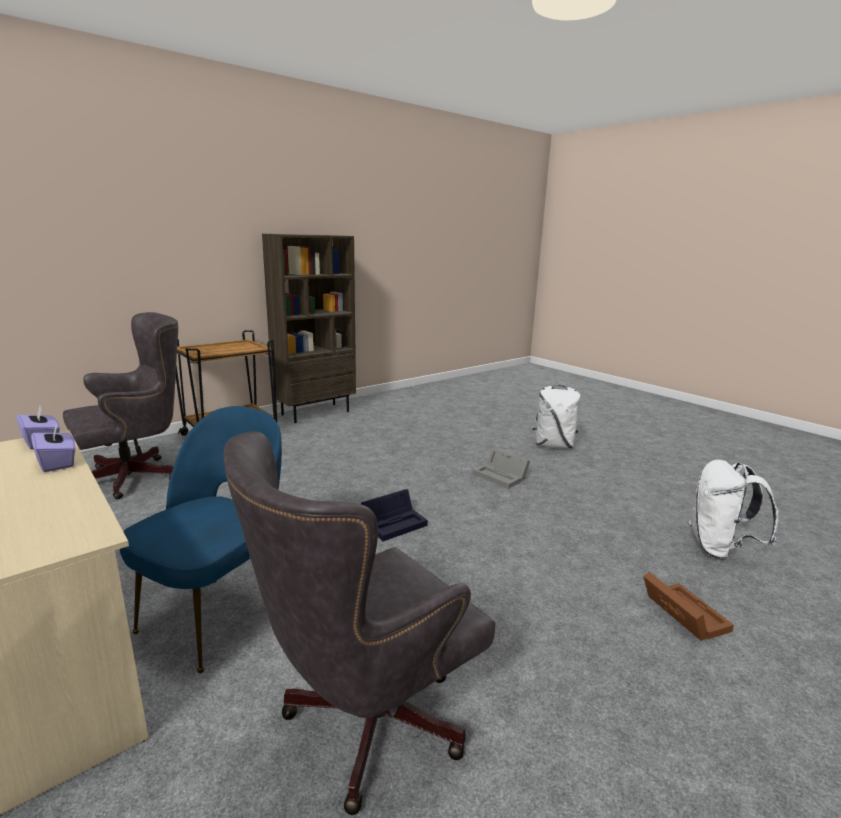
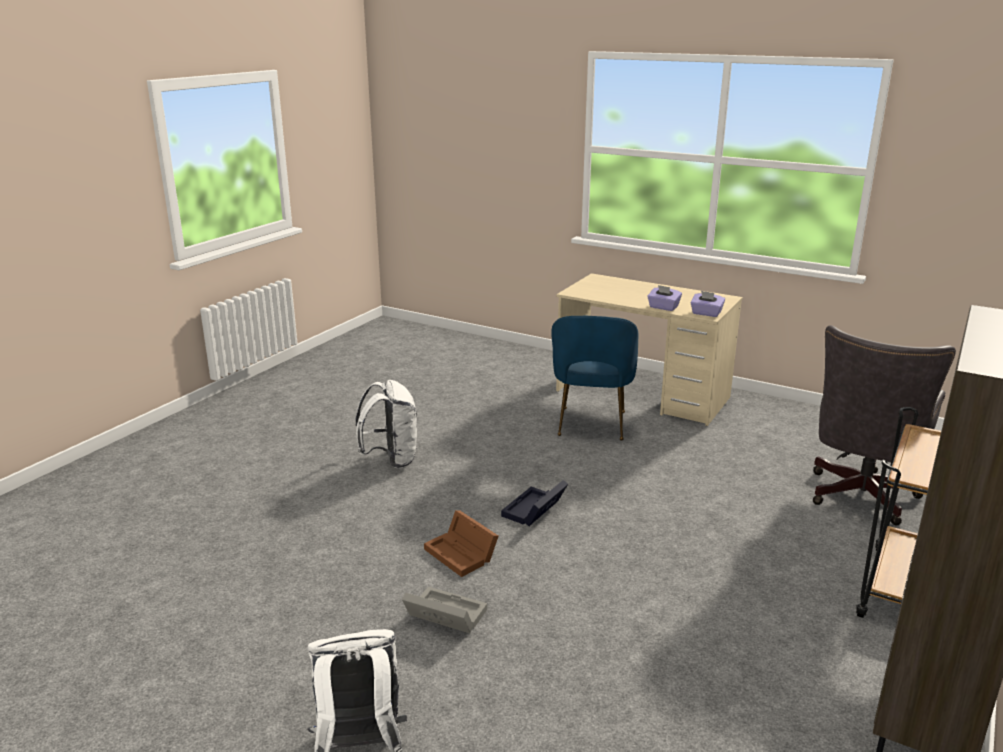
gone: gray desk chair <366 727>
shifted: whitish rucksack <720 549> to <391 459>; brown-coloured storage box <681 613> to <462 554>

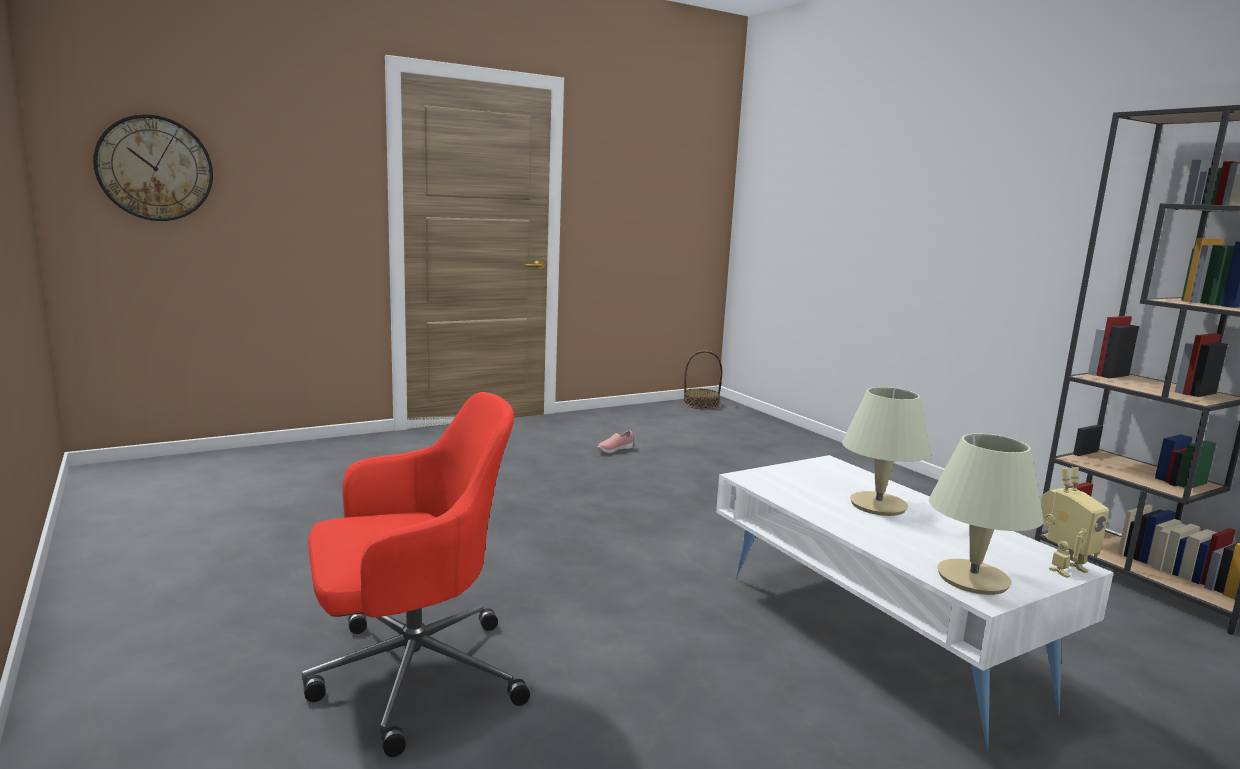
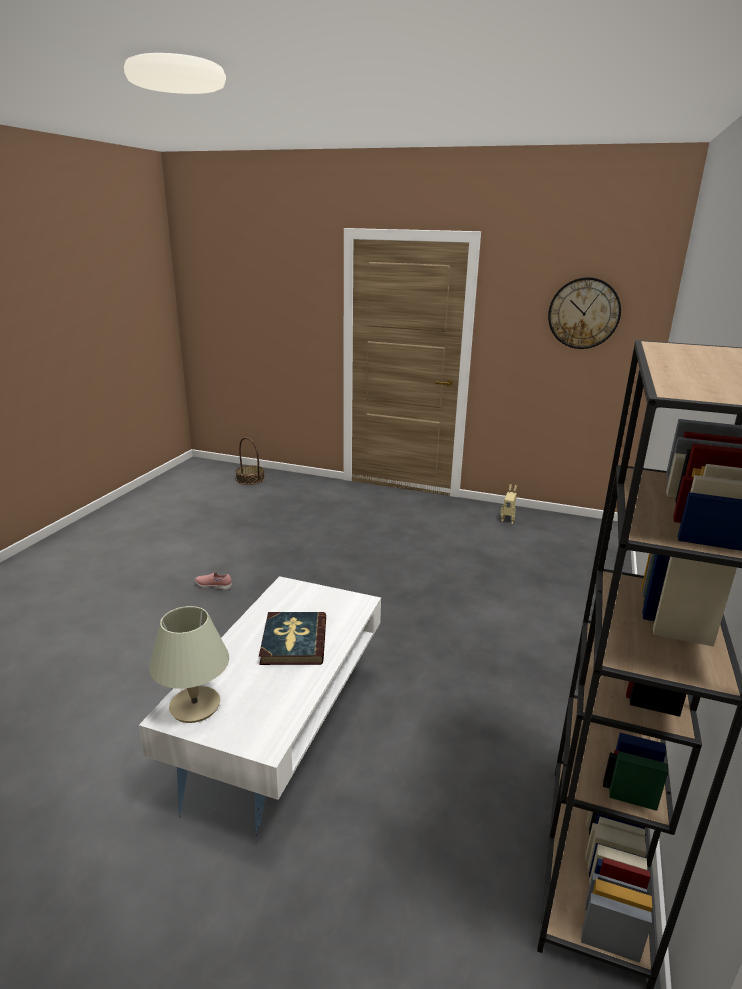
gone: reddish desk chair <411 676>
shifted: clock on the wall <155 168> to <584 313>; household basket <701 404> to <250 479>; pink-coloured item of footwear <614 450> to <214 586>; model robot <1062 567> to <508 520>
swapped: beige tabletop lamp <878 505> to book <293 641>

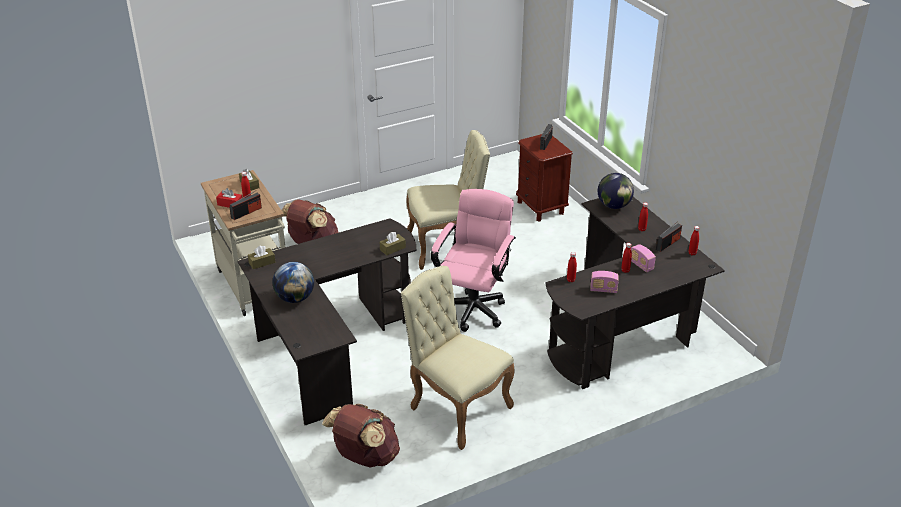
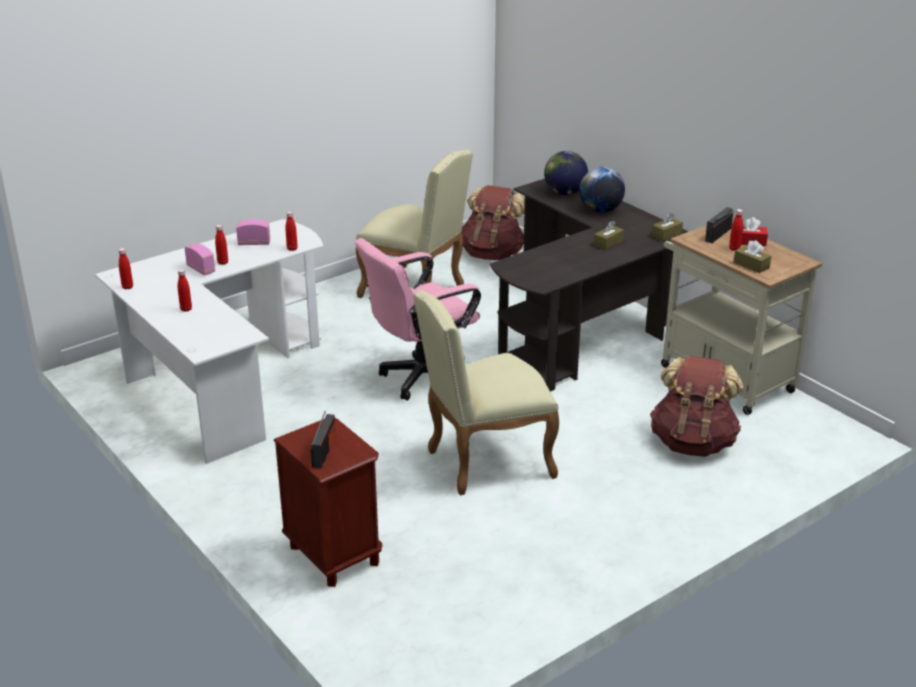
gone: radio receiver <668 244>
shifted: globe <614 206> to <565 193>; brown-coloured box of tissues <392 248> to <608 243>
repainted: black desk <624 326> to whitish desk <220 380>
rotated: pink-coloured desk chair <474 309> = <418 381> 45 degrees clockwise

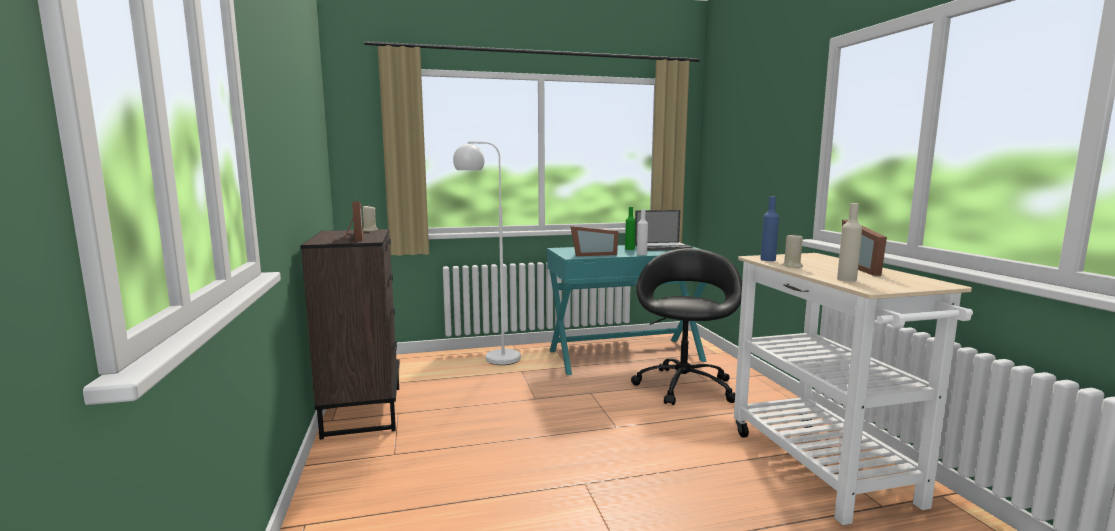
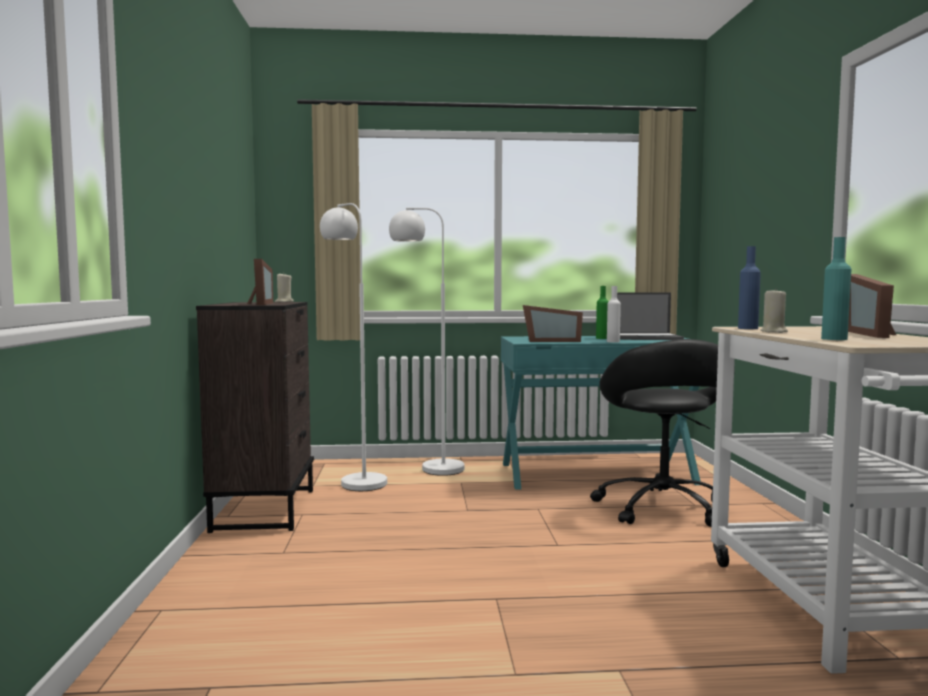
new: whitish standard lamp <355 481>
repainted: beige beverage bottle <846 279> to turquoise beverage bottle <834 339>
rotated: black desk chair <684 386> = <662 509> 150 degrees clockwise

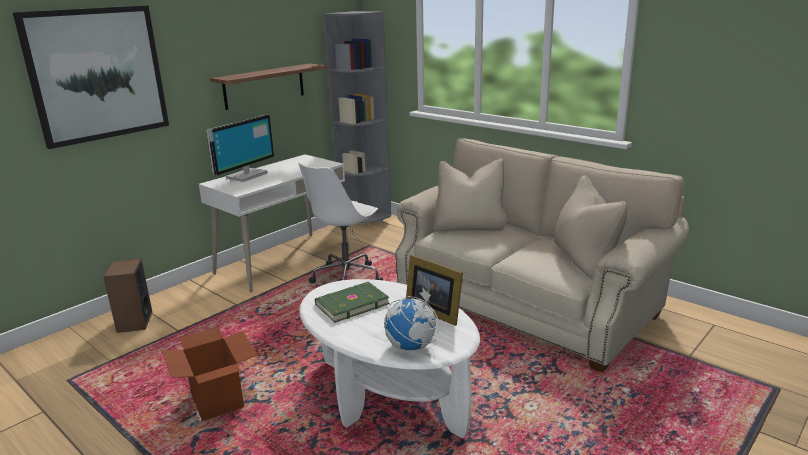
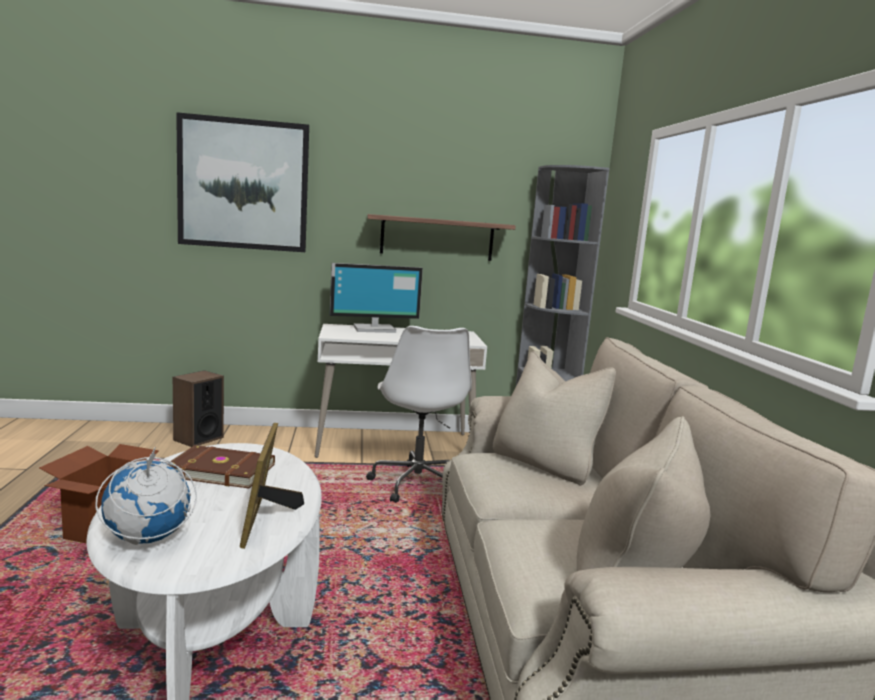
repainted: green-coloured book <351 304> to brown-coloured book <221 470>
rotated: whitish desk chair <345 278> = <417 486> 90 degrees counterclockwise

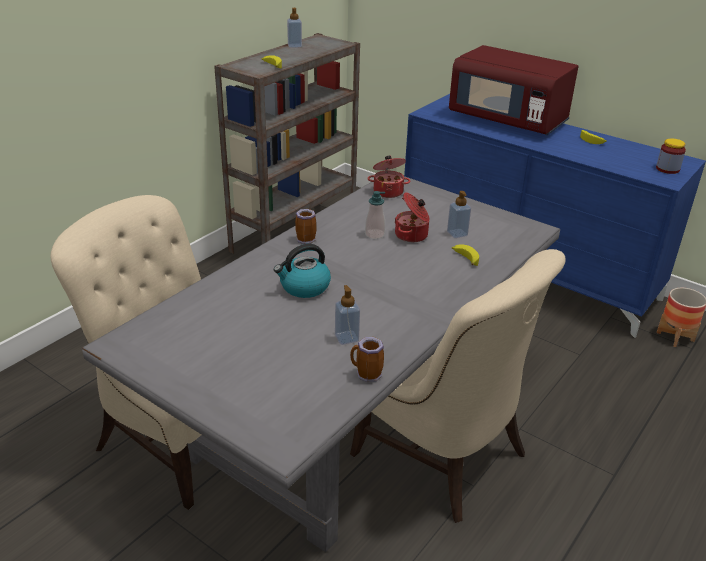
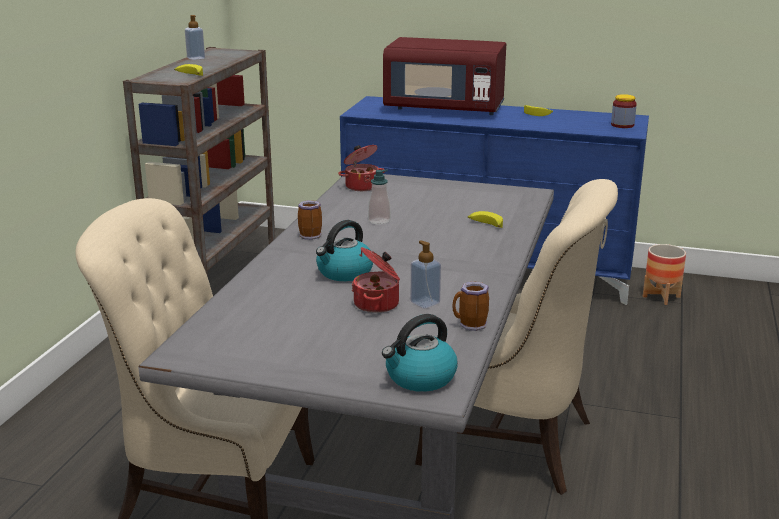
gone: soap bottle <457 234>
new: kettle <420 378>
shifted: stockpot <412 235> to <378 304>

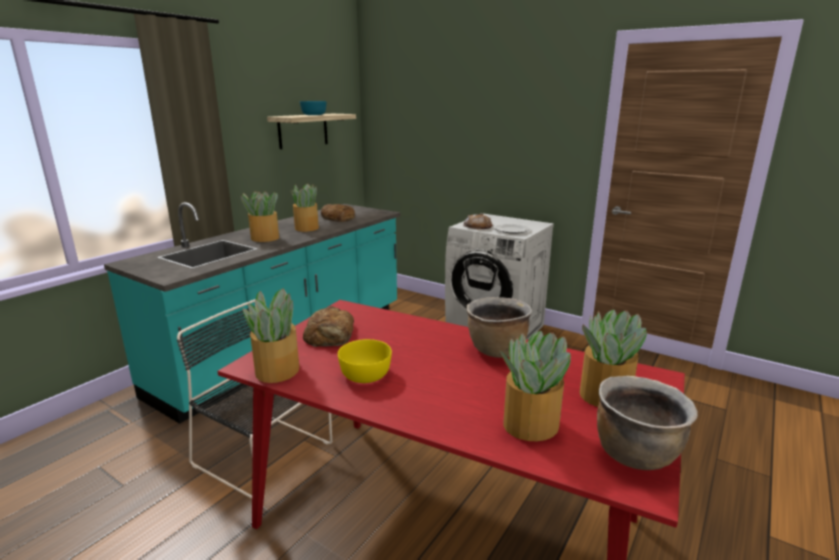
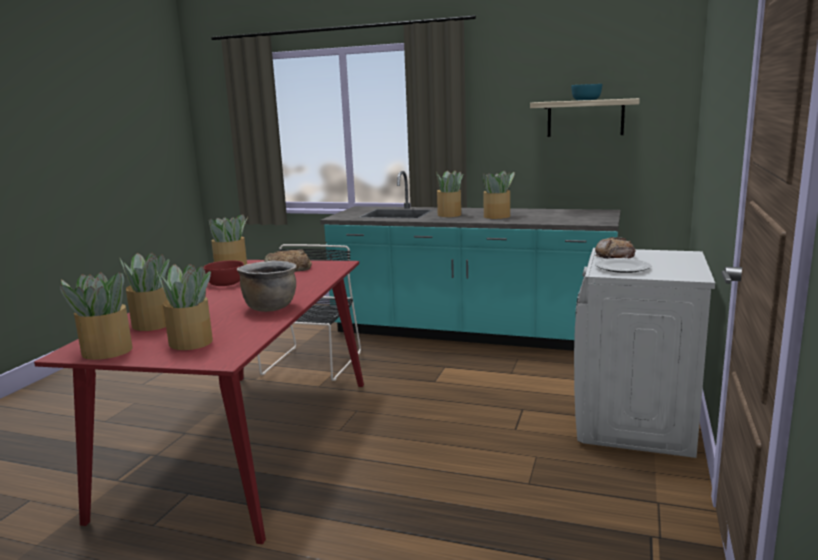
gone: bread <338 218>
swapped: brown-coloured stockpot <635 453> to potted plant <106 351>
repainted: yellow deep dish <365 374> to reddish deep dish <226 283>

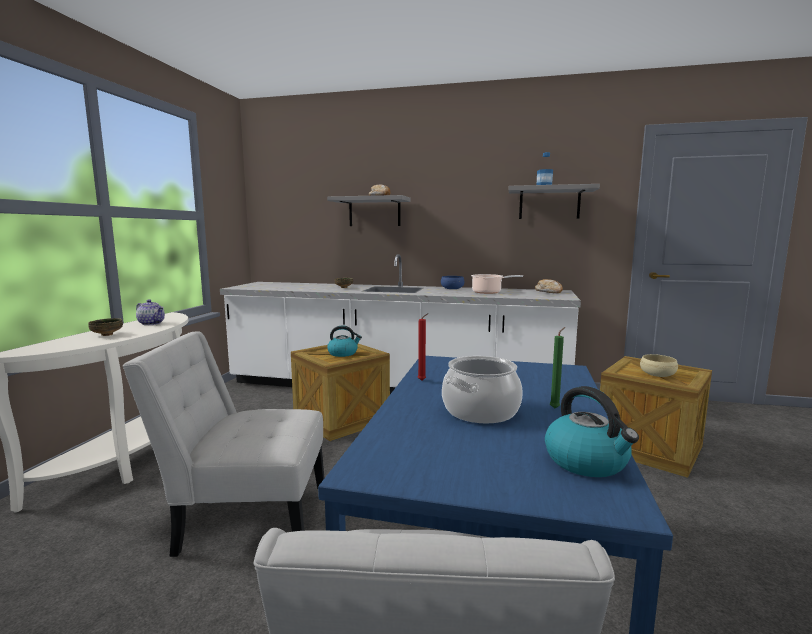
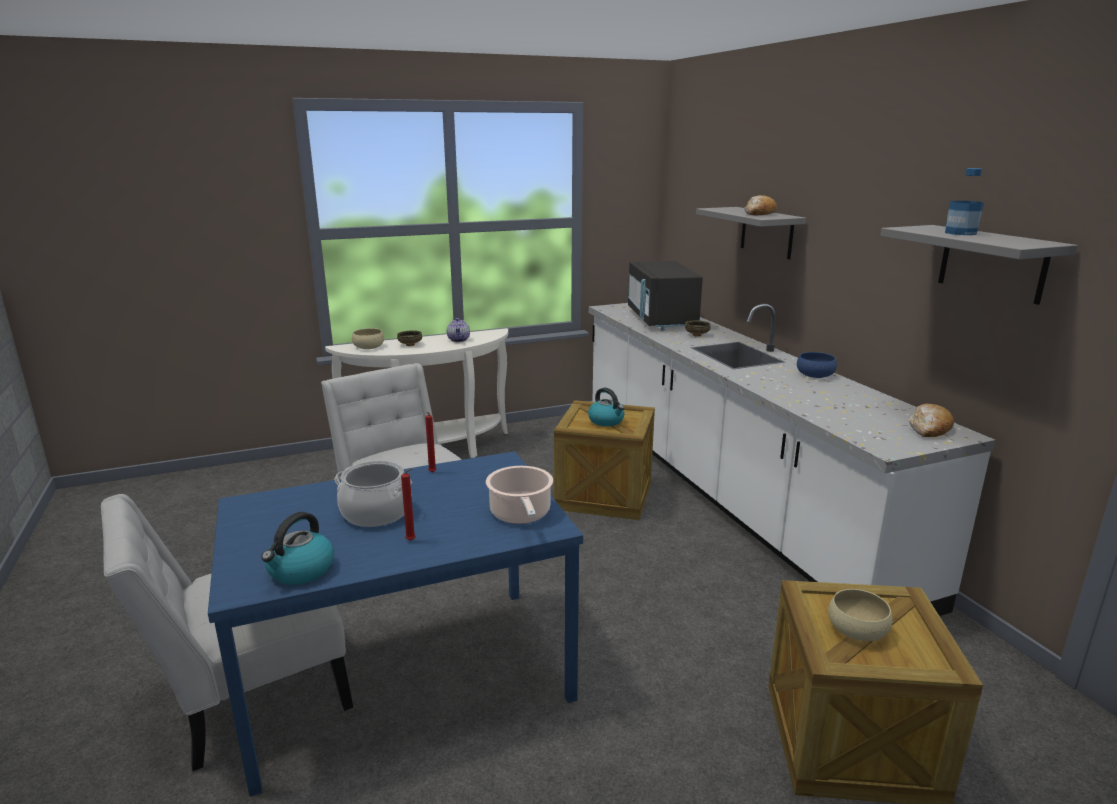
new: black microwave <661 319>; beige deep dish <368 347>
shifted: stockpot <488 292> to <521 514>
repainted: green-coloured wax candle <555 408> to reddish wax candle <412 541>

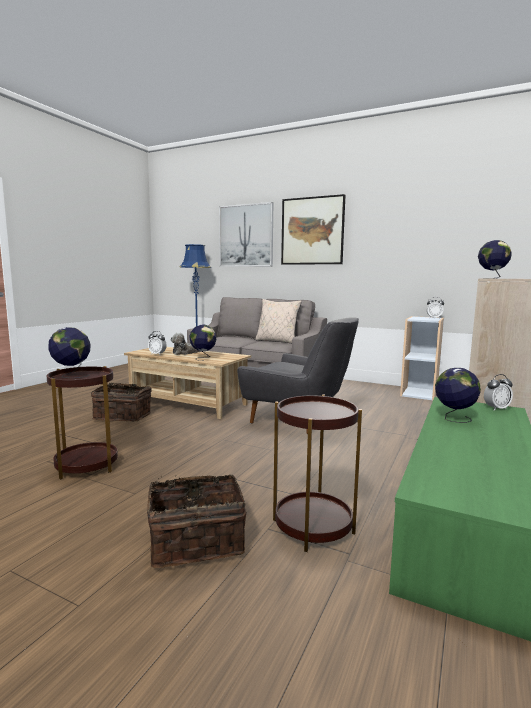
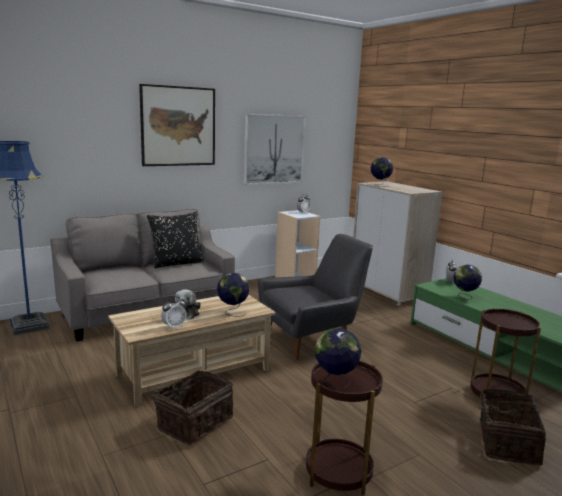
shifted: picture <246 235> to <274 149>
repainted: beige throw pillow <277 341> to black throw pillow <177 263>

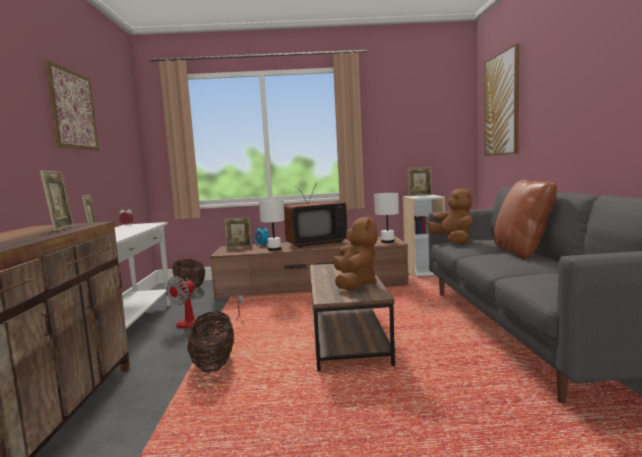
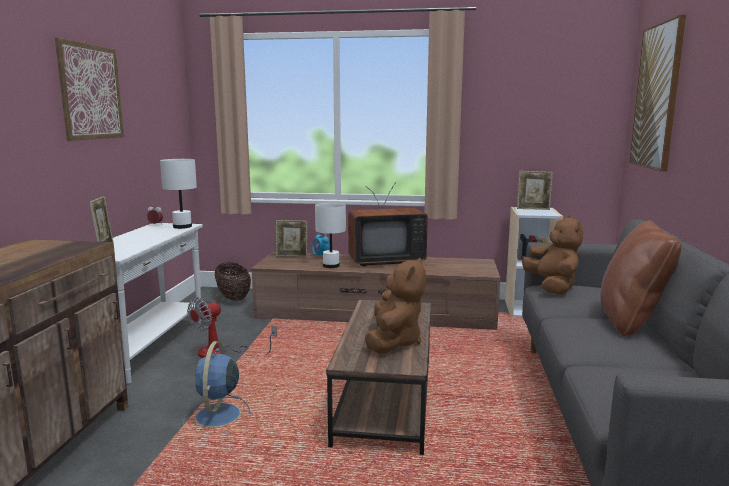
gone: photo frame <62 228>
shifted: whitish tabletop lamp <387 241> to <182 226>
swapped: household basket <213 364> to blue-coloured cooling fan <217 417>

